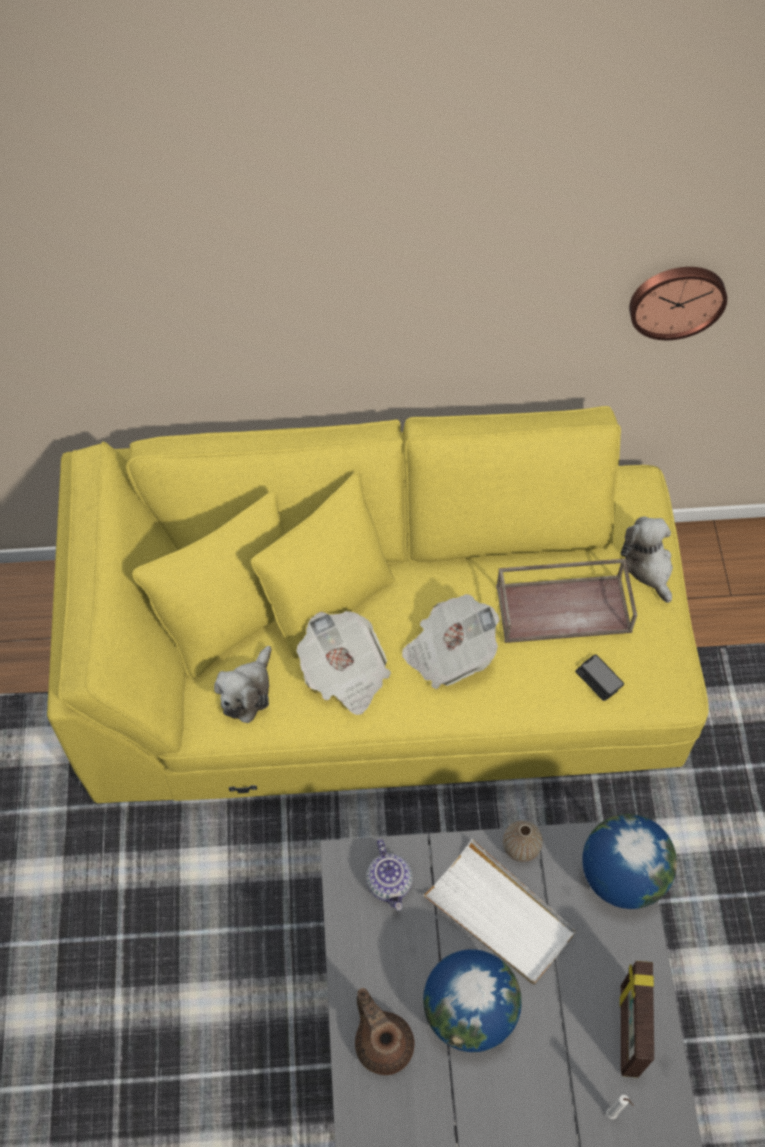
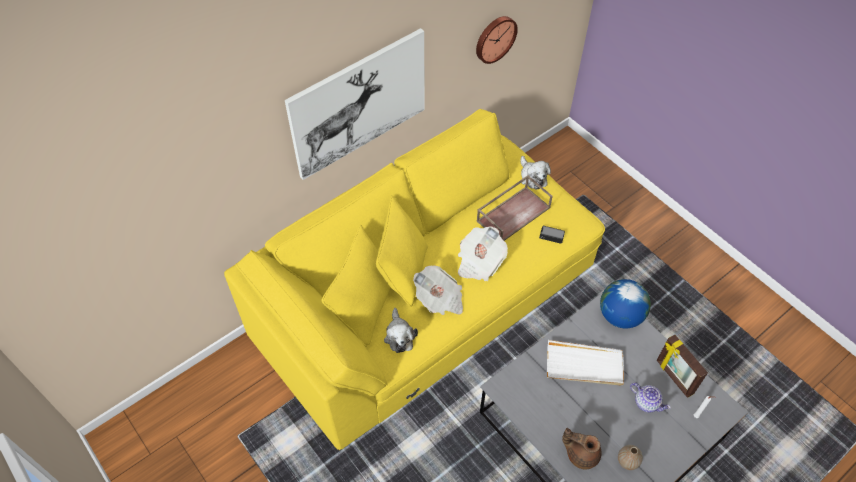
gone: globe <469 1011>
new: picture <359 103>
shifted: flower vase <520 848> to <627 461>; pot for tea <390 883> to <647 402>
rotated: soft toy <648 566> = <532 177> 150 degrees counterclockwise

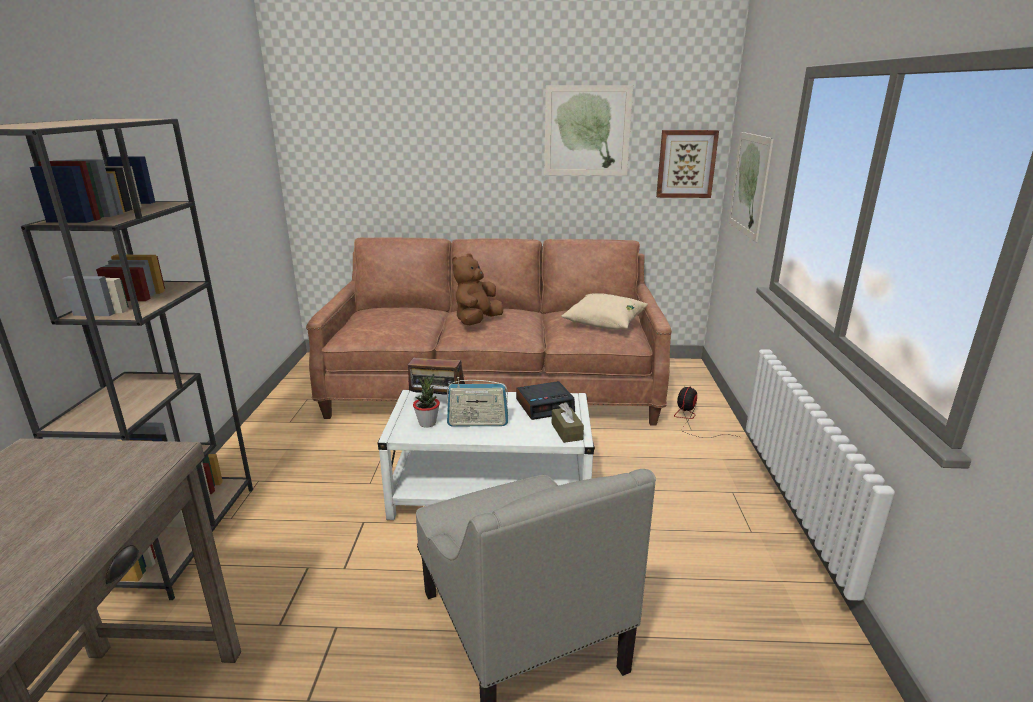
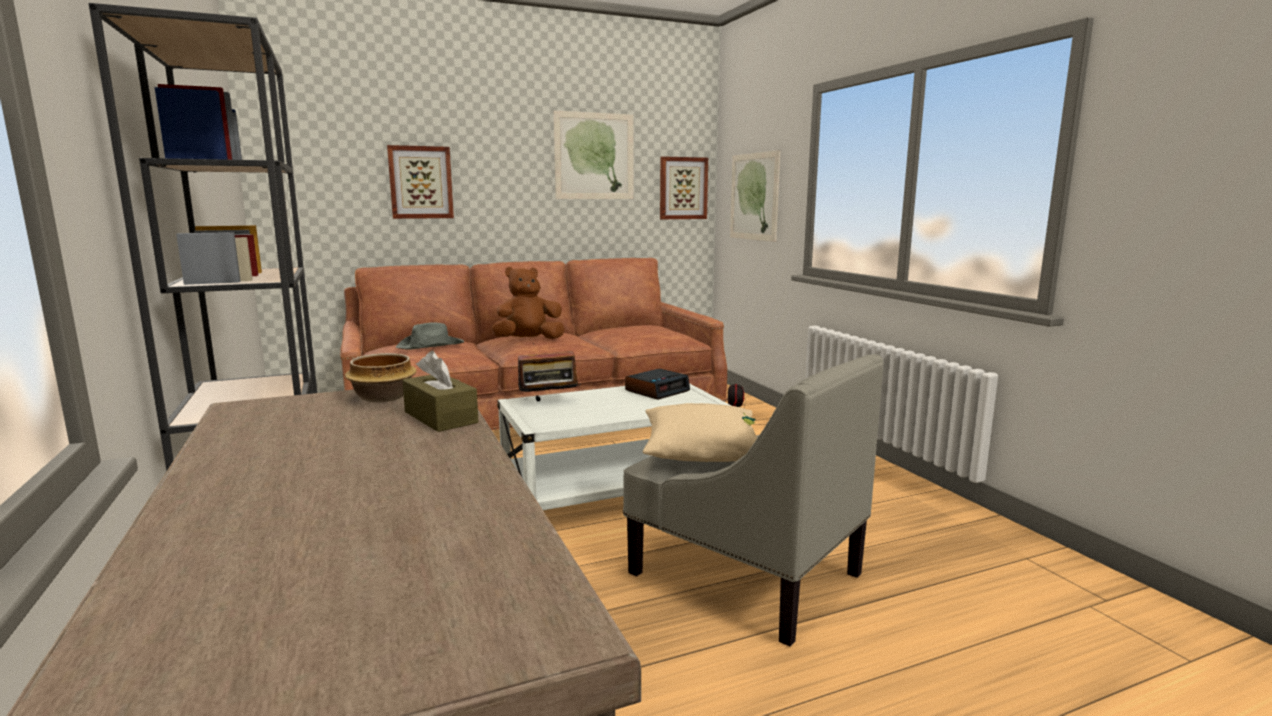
gone: potted plant <427 423>; radio receiver <477 423>
new: picture <420 182>; gray hat <431 346>; deep dish <384 397>
shifted: beige throw pillow <604 323> to <701 452>; brown-coloured box of tissues <566 431> to <440 417>
rotated: brown-coloured soft toy <477 322> = <528 340> 60 degrees clockwise

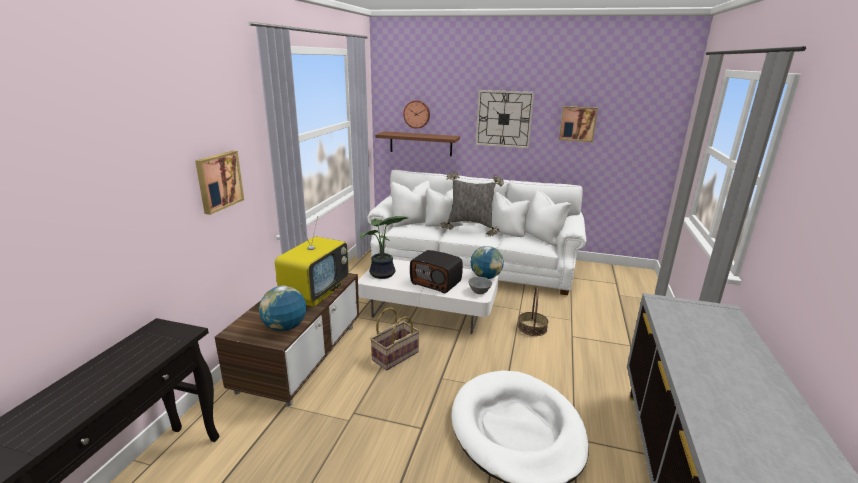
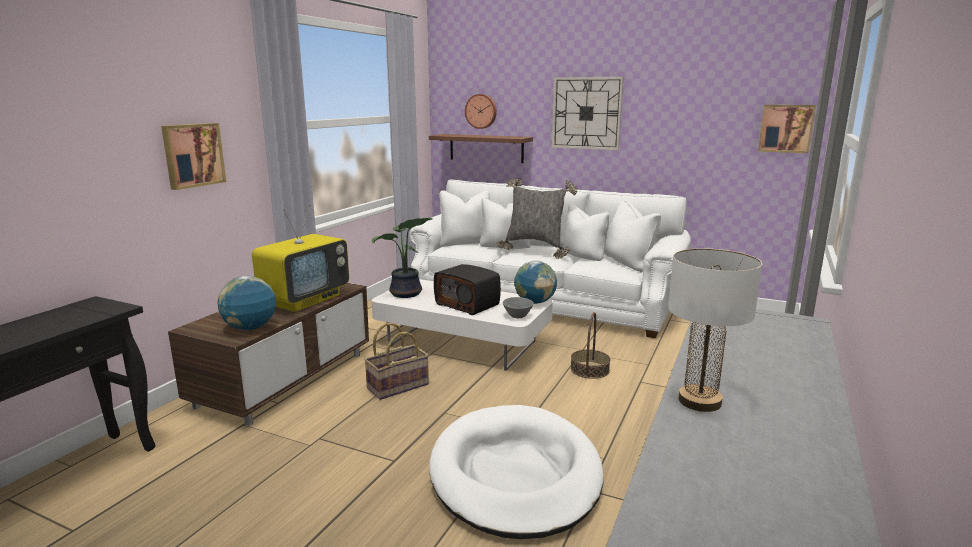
new: tabletop lamp <699 401>
shifted: picture <577 123> to <786 128>

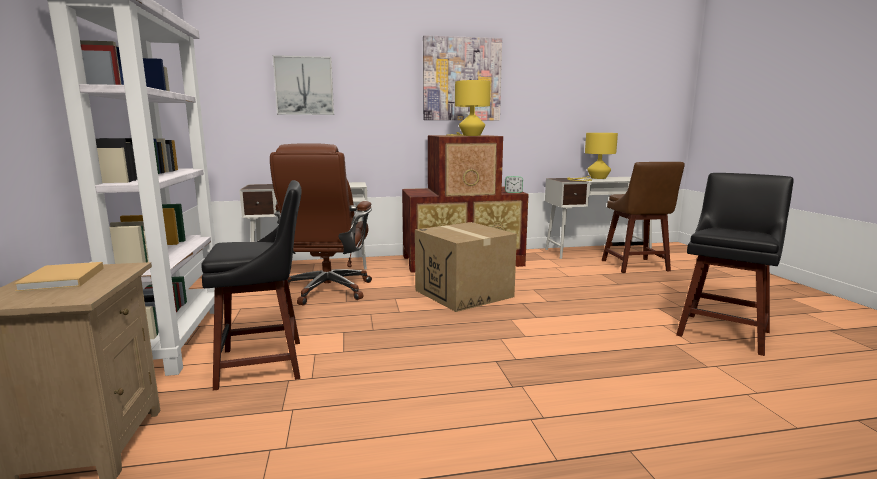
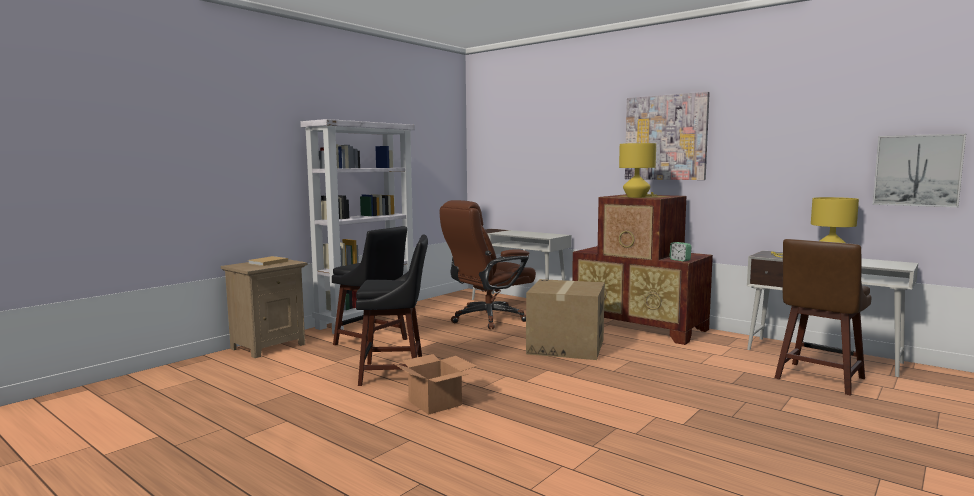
new: cardboard box <434 403>
shifted: picture <304 86> to <917 170>; black chair <724 332> to <397 373>

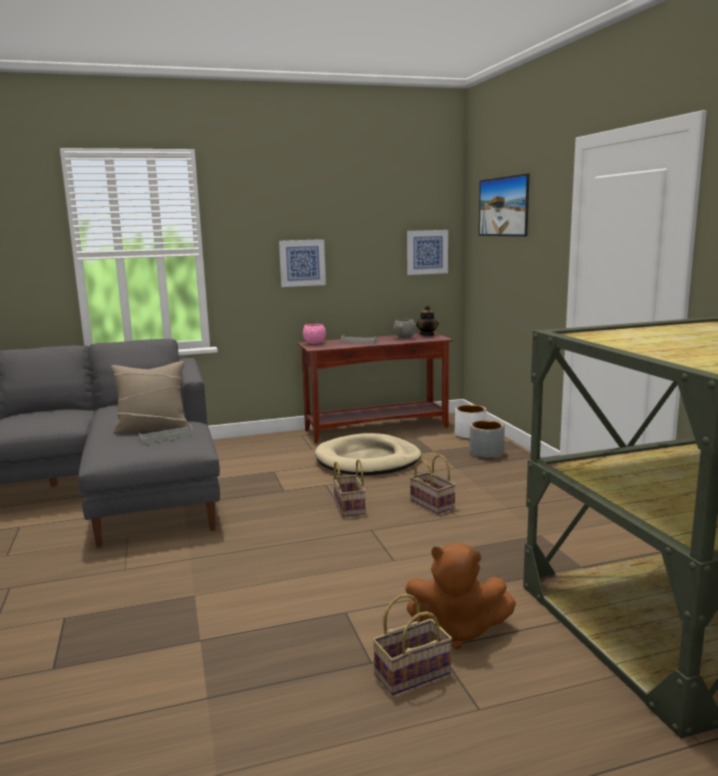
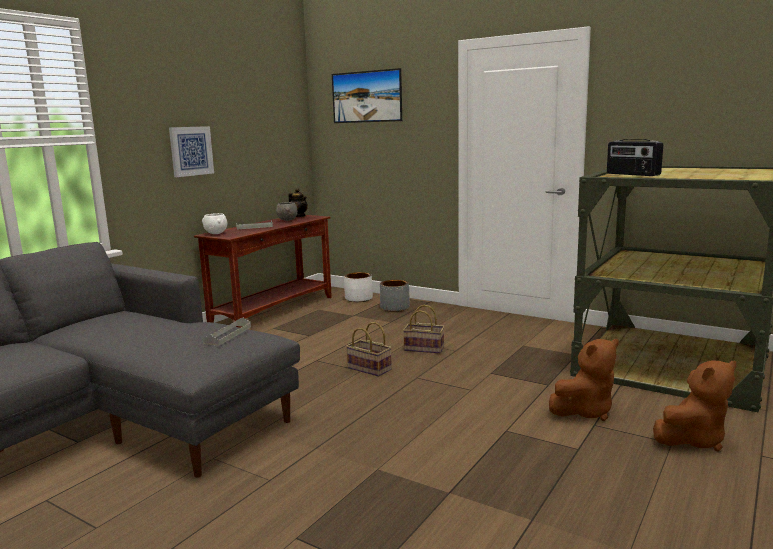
gone: picture <427 252>; beige throw pillow <152 428>; beige pet bed <368 460>; household basket <413 672>
new: radio receiver <632 174>; brown-coloured soft toy <692 439>
repainted: pink-coloured deep dish <314 343> to whitish deep dish <215 234>

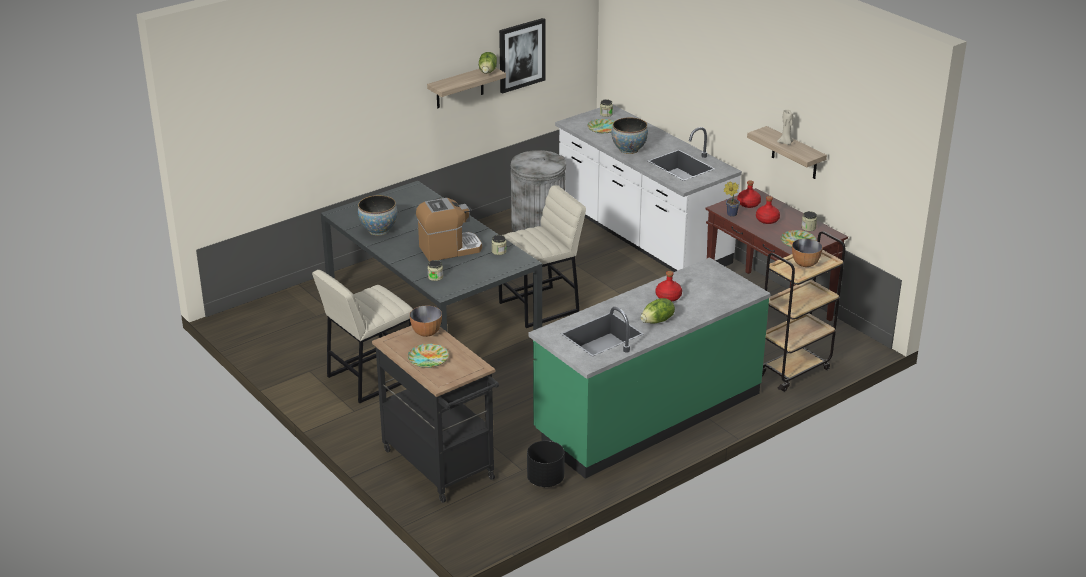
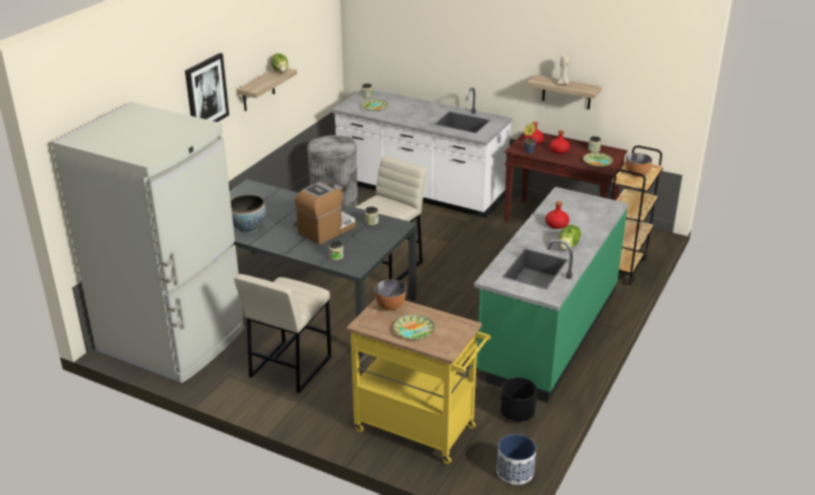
gone: deep dish <629 150>
new: whitish kitchen fridge <173 339>; plant pot <515 472>
shifted: picture <521 55> to <206 93>
repainted: black wheeled cart <440 466> to yellow wheeled cart <418 430>

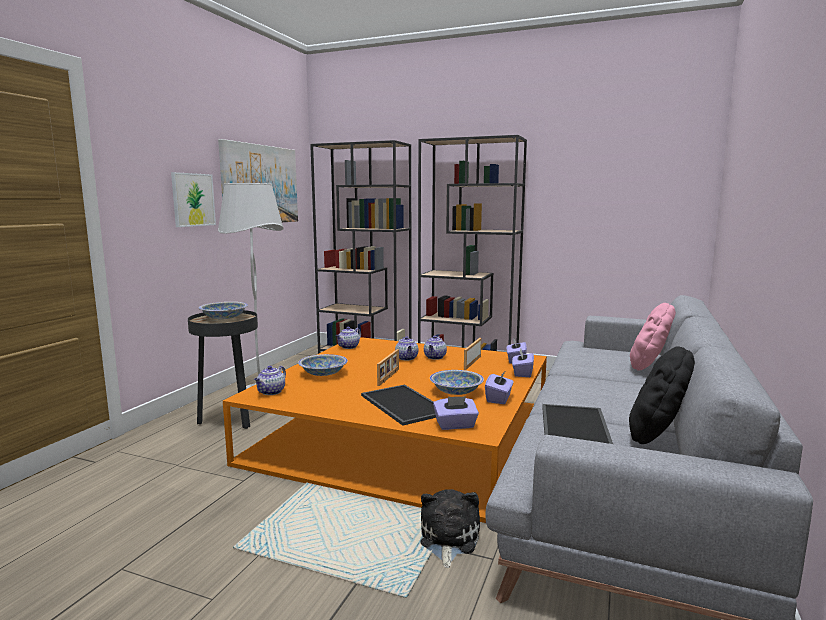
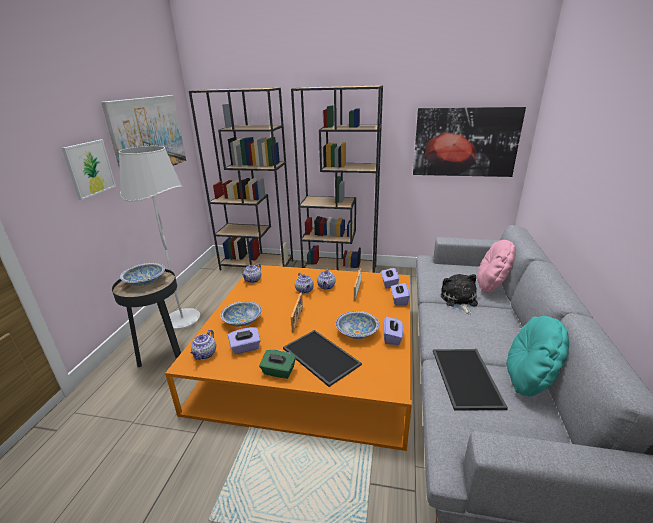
new: picture <465 142>; green-coloured box of tissues <278 372>
shifted: purplish box of tissues <455 425> to <245 348>; soft toy <448 539> to <459 300>
repainted: black throw pillow <656 438> to turquoise throw pillow <528 381>

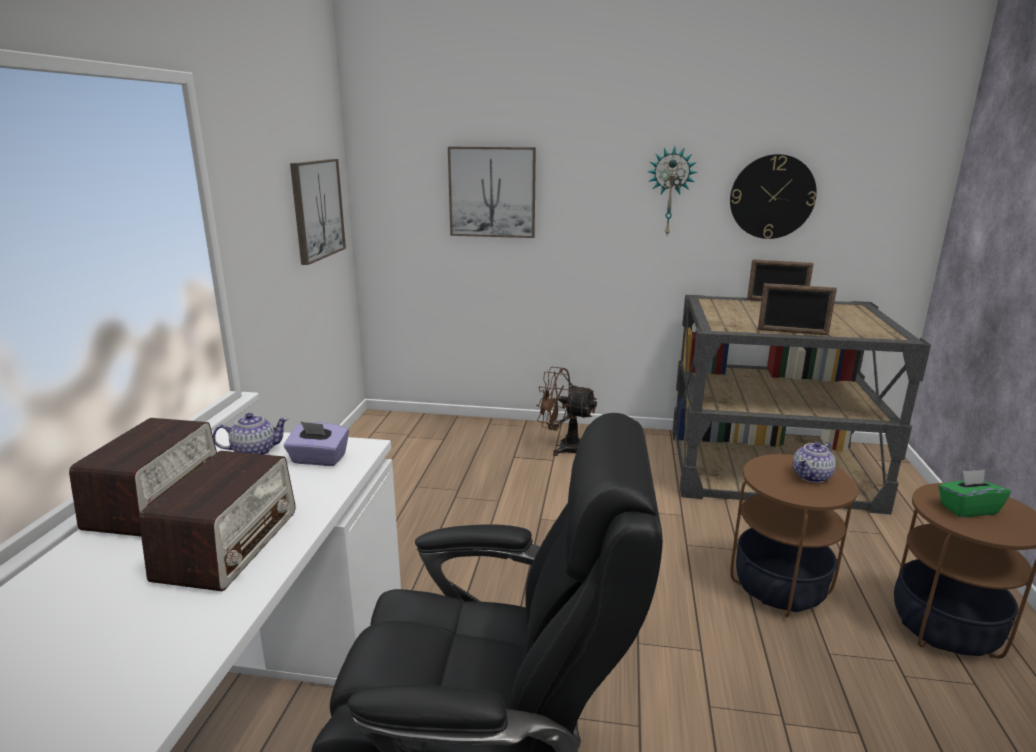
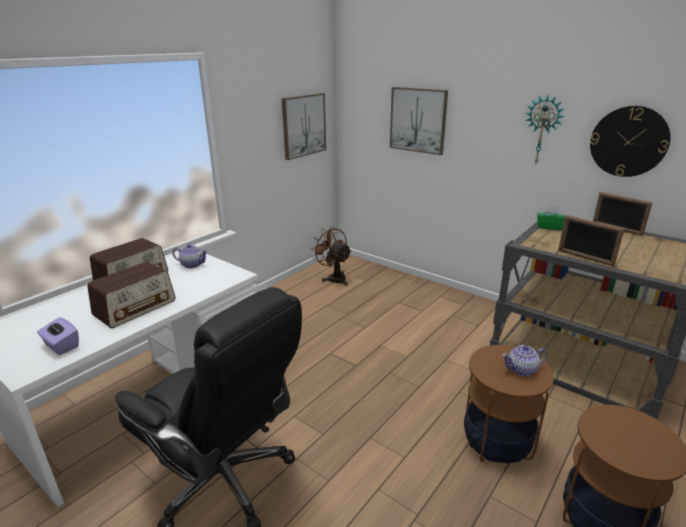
shifted: brown-coloured cooling fan <564 447> to <334 278>; purplish box of tissues <318 459> to <61 346>; green-coloured box of tissues <967 509> to <549 227>

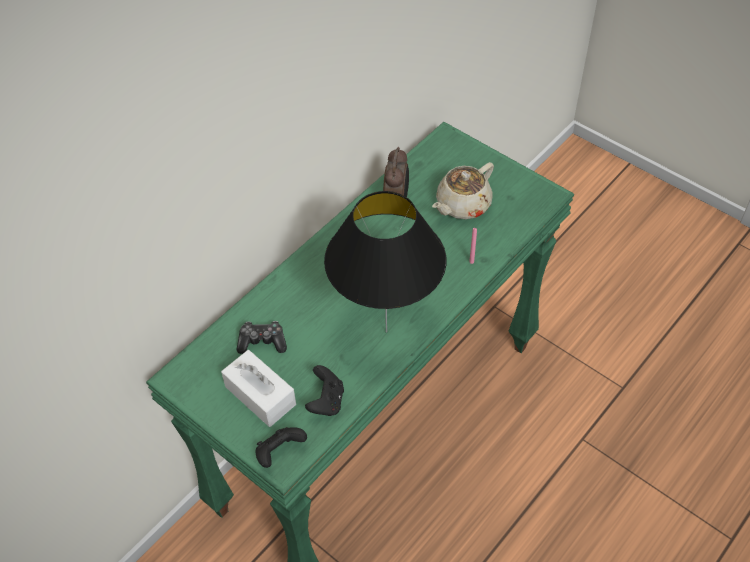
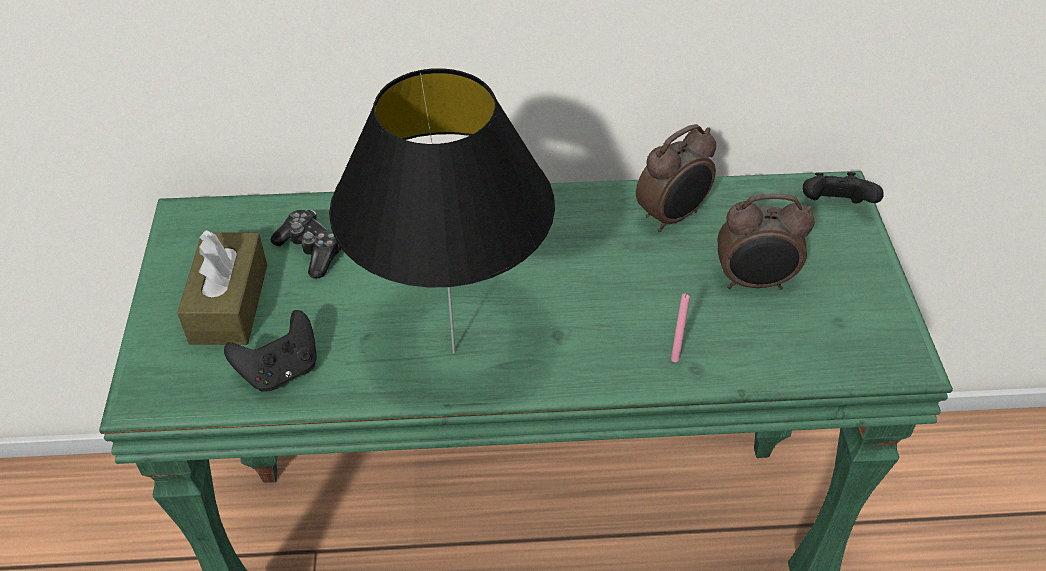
shifted: black game controller <279 453> to <834 207>
swapped: beige pot for tea <462 205> to table clock <754 282>
repainted: whitish box of tissues <260 395> to brown-coloured box of tissues <229 303>

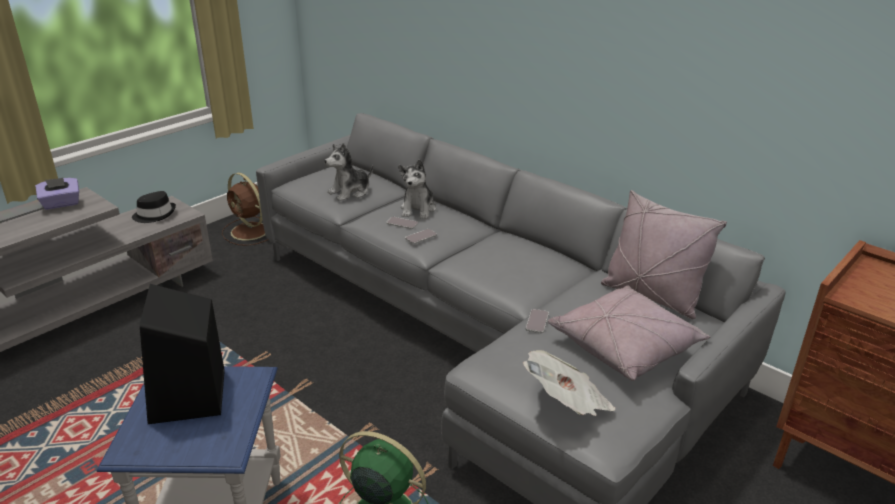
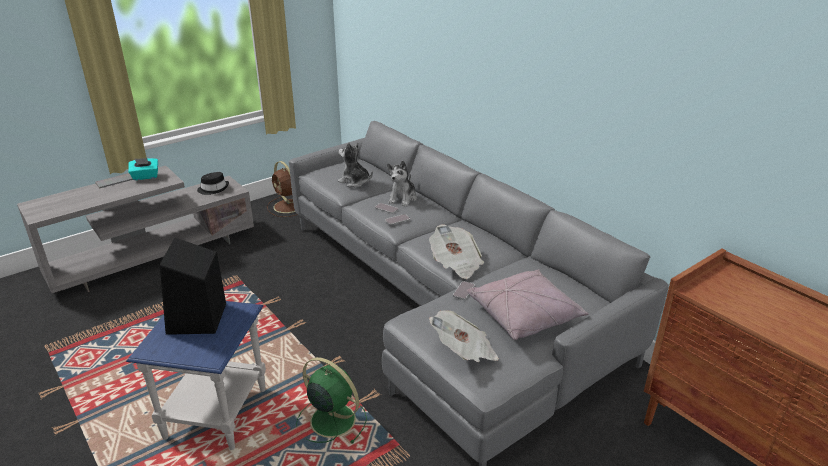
gone: purplish throw pillow <651 296>
new: daily paper <456 264>
repainted: purplish box of tissues <61 204> to turquoise box of tissues <145 177>
rotated: soft toy <350 192> = <355 182> 60 degrees clockwise

